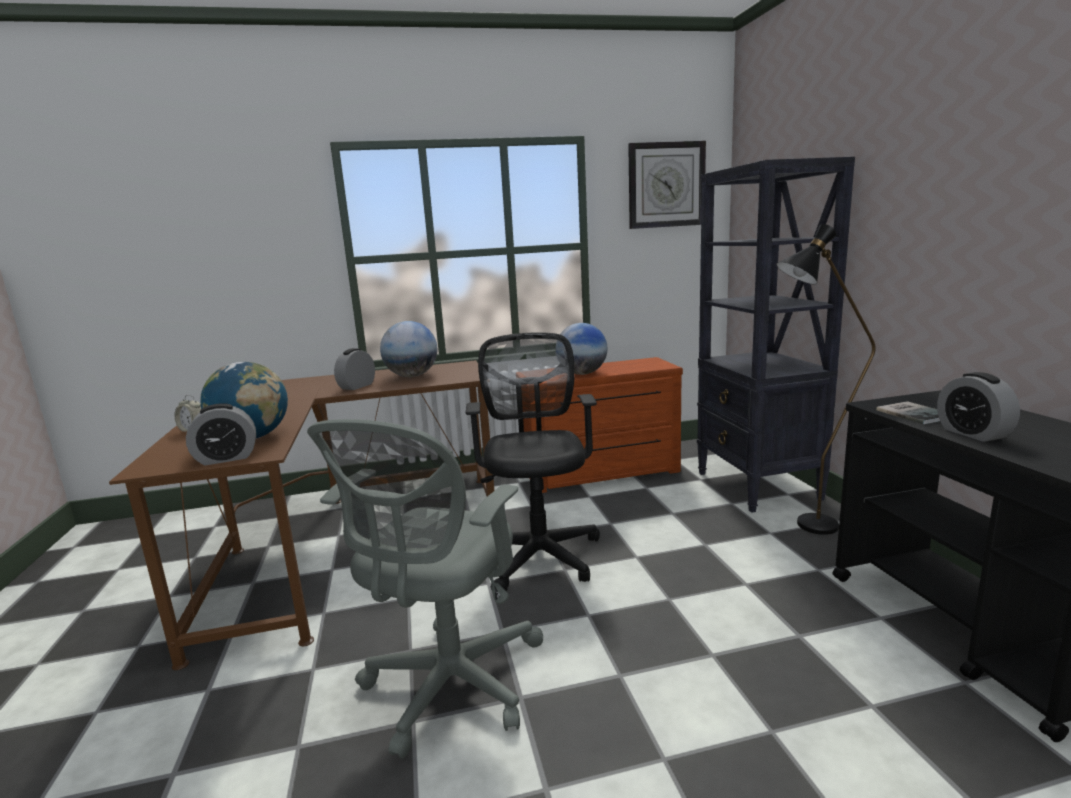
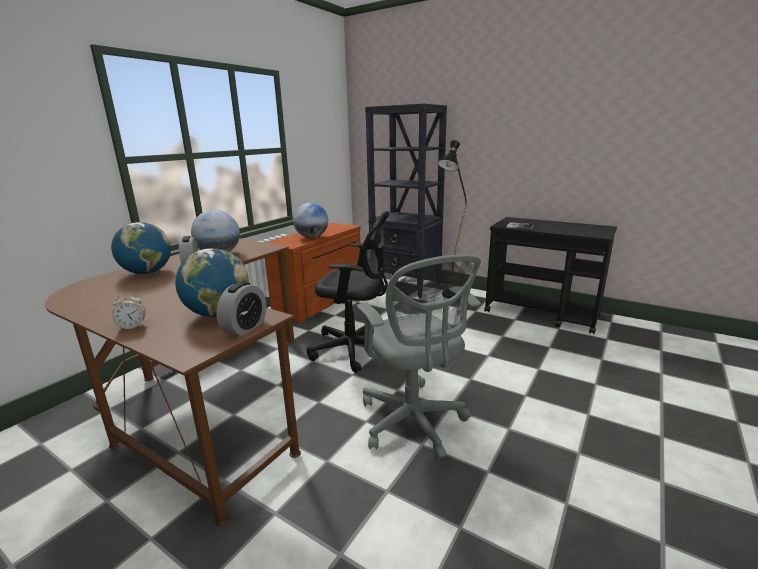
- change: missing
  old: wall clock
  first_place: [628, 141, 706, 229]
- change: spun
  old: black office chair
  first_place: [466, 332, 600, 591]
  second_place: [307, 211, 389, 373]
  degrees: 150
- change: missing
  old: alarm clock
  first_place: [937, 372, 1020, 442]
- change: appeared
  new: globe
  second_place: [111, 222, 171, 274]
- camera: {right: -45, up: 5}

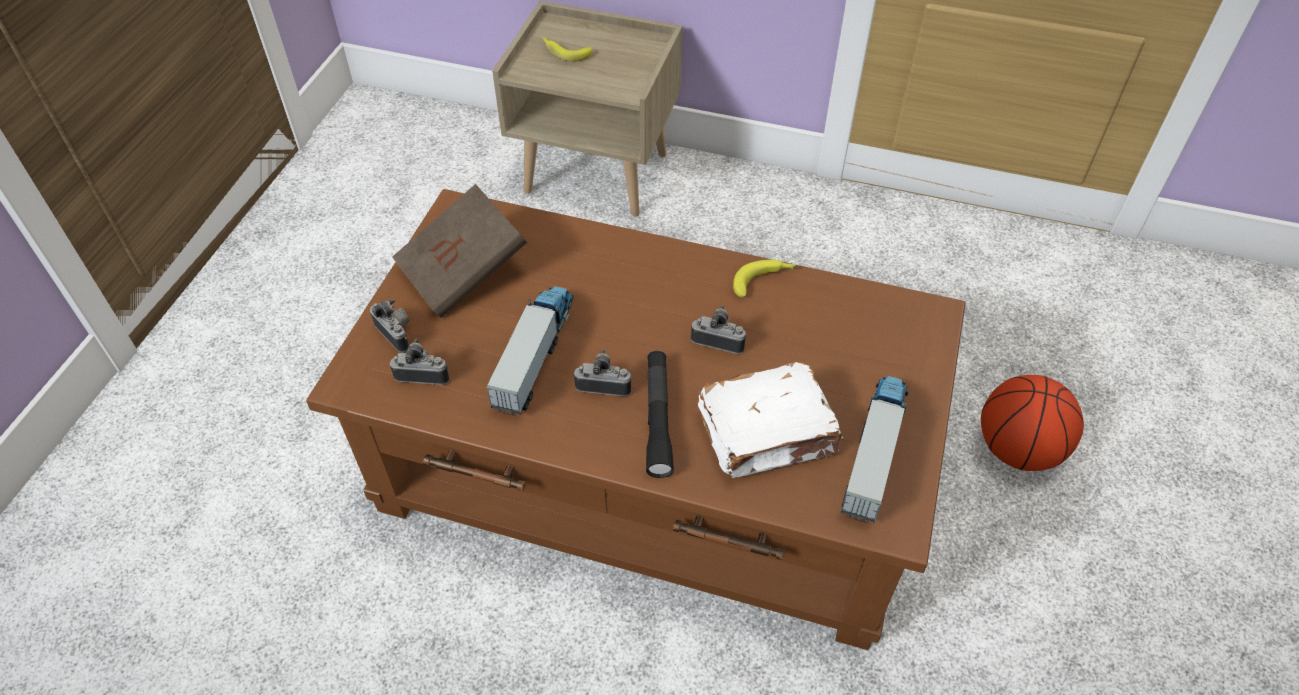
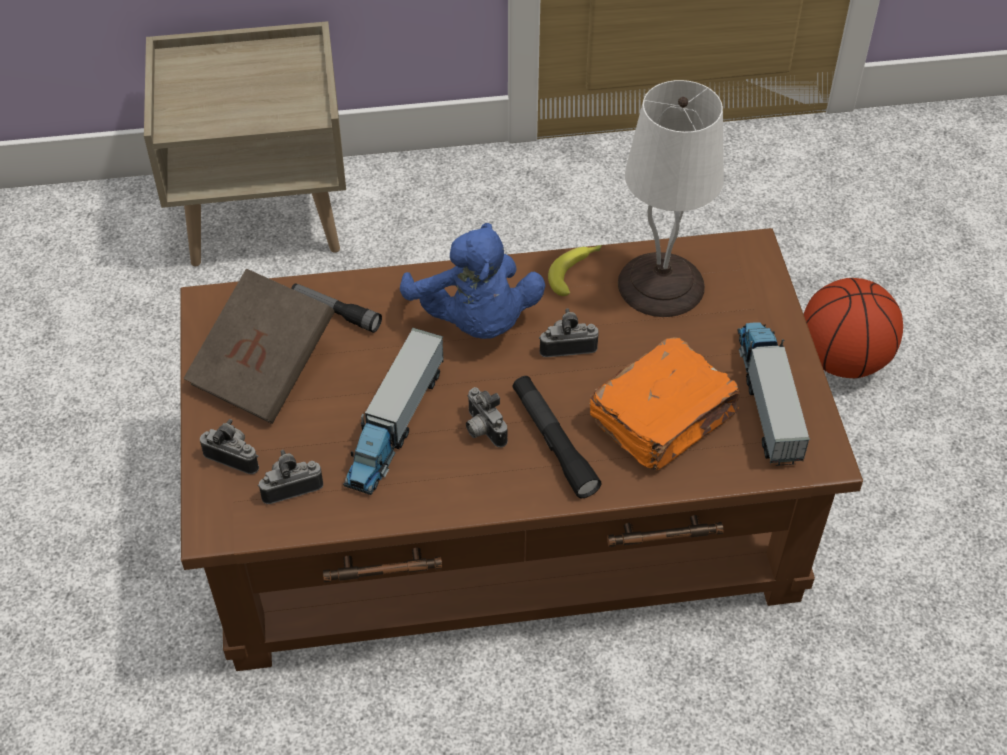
- change: missing
  old: banana
  first_place: [542, 37, 593, 62]
- change: spun
  old: toy truck
  first_place: [486, 287, 574, 416]
  second_place: [343, 328, 444, 495]
  degrees: -150
- change: spun
  old: photo camera
  first_place: [574, 349, 632, 396]
  second_place: [466, 387, 508, 447]
  degrees: -105
- change: colour
  old: white book
  new: orange book
  first_place: [698, 362, 843, 478]
  second_place: [589, 337, 741, 470]
- change: appeared
  new: white table lamp
  second_place: [618, 80, 724, 317]
- change: appeared
  new: blue plush toy
  second_place: [400, 223, 545, 339]
- change: appeared
  new: flashlight
  second_place: [291, 283, 382, 333]
- camera: {right: -25, up: 0}

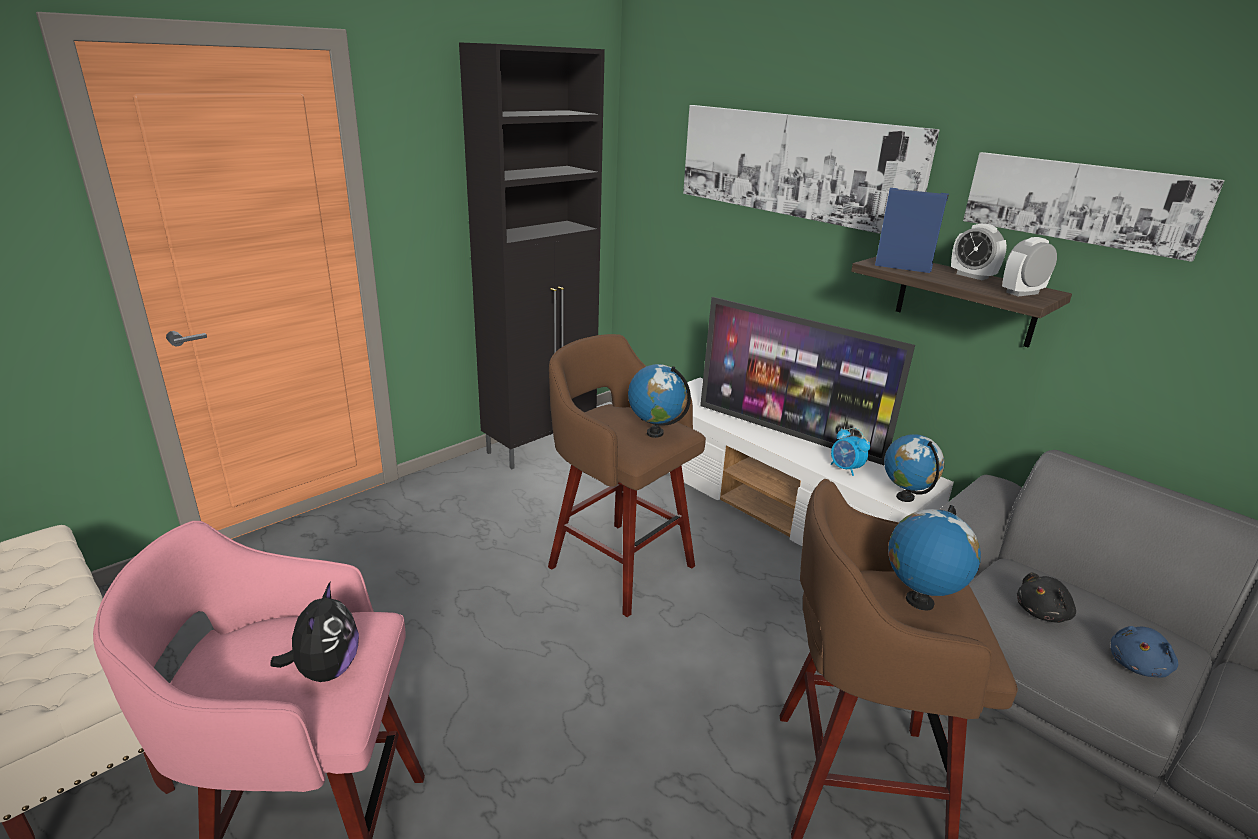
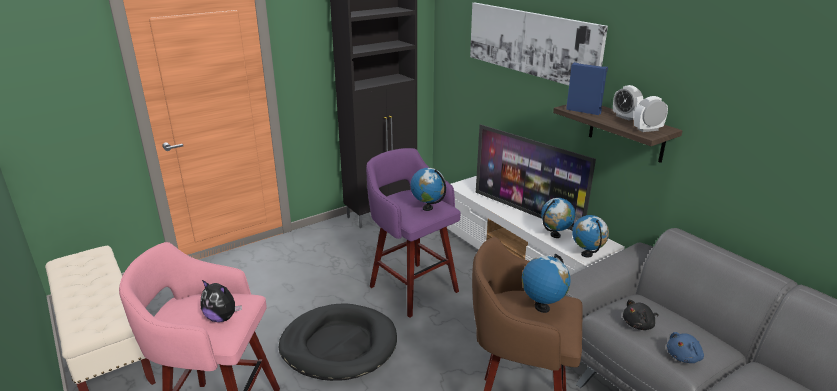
- change: missing
  old: picture
  first_place: [963, 152, 1225, 262]
- change: colour
  old: brown stool
  new: purple stool
  first_place: [548, 334, 706, 617]
  second_place: [366, 148, 461, 318]
- change: exchanged
  old: alarm clock
  new: globe
  first_place: [831, 428, 870, 476]
  second_place: [541, 198, 575, 238]
- change: spun
  old: plush toy
  first_place: [270, 582, 359, 682]
  second_place: [200, 280, 242, 322]
  degrees: 105
- change: appeared
  new: black dog bed
  second_place: [278, 303, 397, 381]
- camera: {right: 10, up: 0}

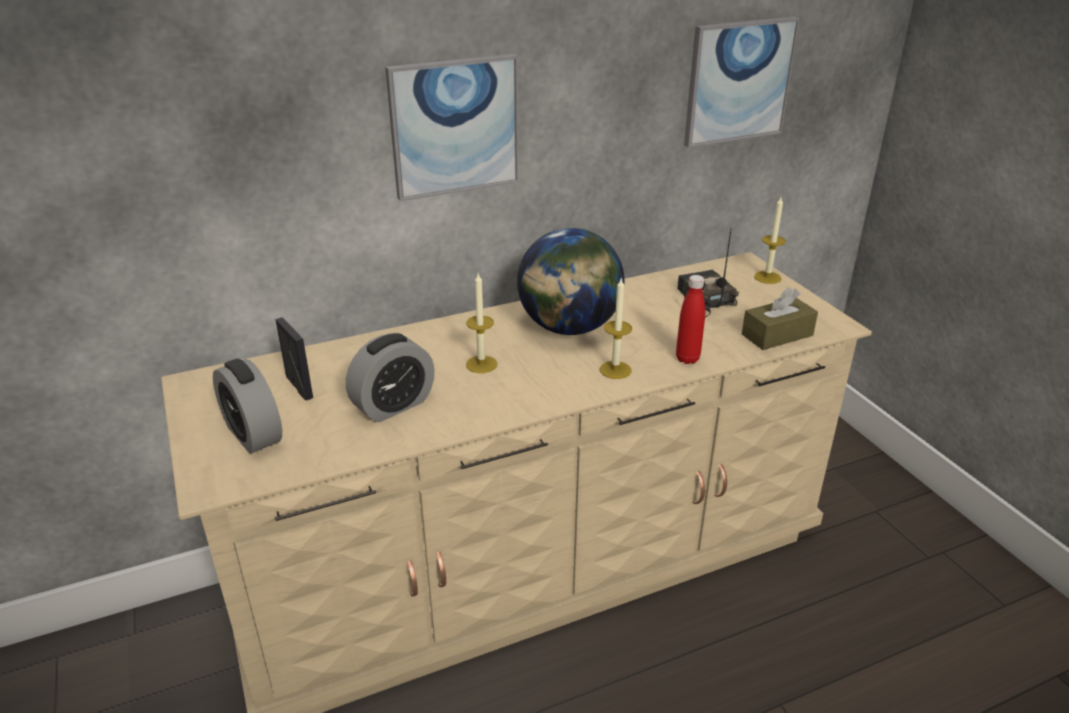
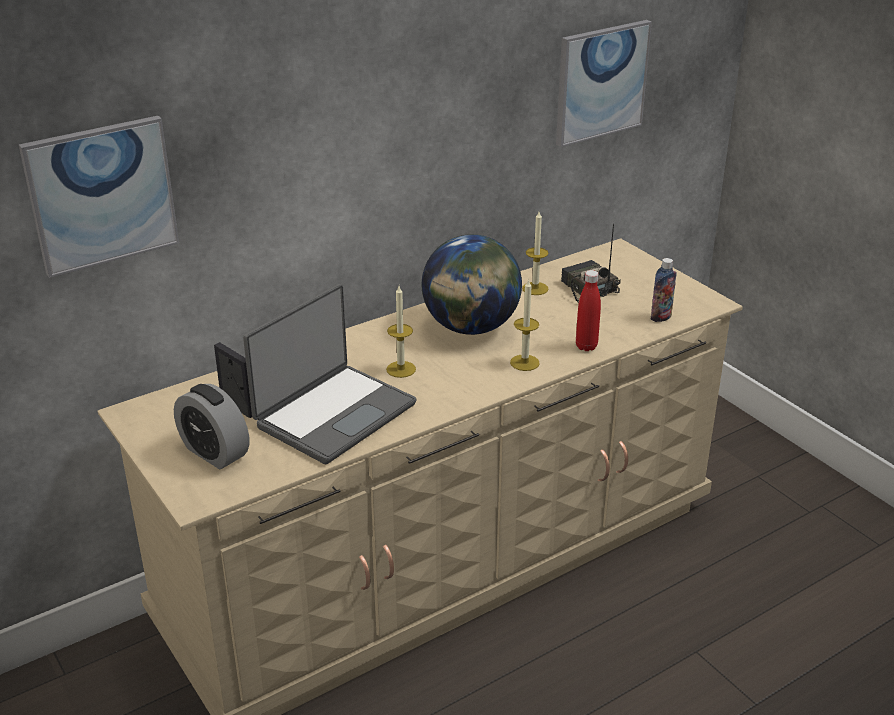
- change: relocated
  old: picture
  first_place: [385, 54, 519, 201]
  second_place: [19, 116, 179, 278]
- change: relocated
  old: candle
  first_place: [754, 197, 786, 284]
  second_place: [522, 212, 549, 295]
- change: exchanged
  old: brown tissue box
  new: bottle
  first_place: [742, 287, 818, 350]
  second_place: [651, 258, 677, 322]
- change: exchanged
  old: alarm clock
  new: laptop
  first_place: [346, 333, 435, 422]
  second_place: [243, 284, 417, 464]
- camera: {right: -10, up: 0}

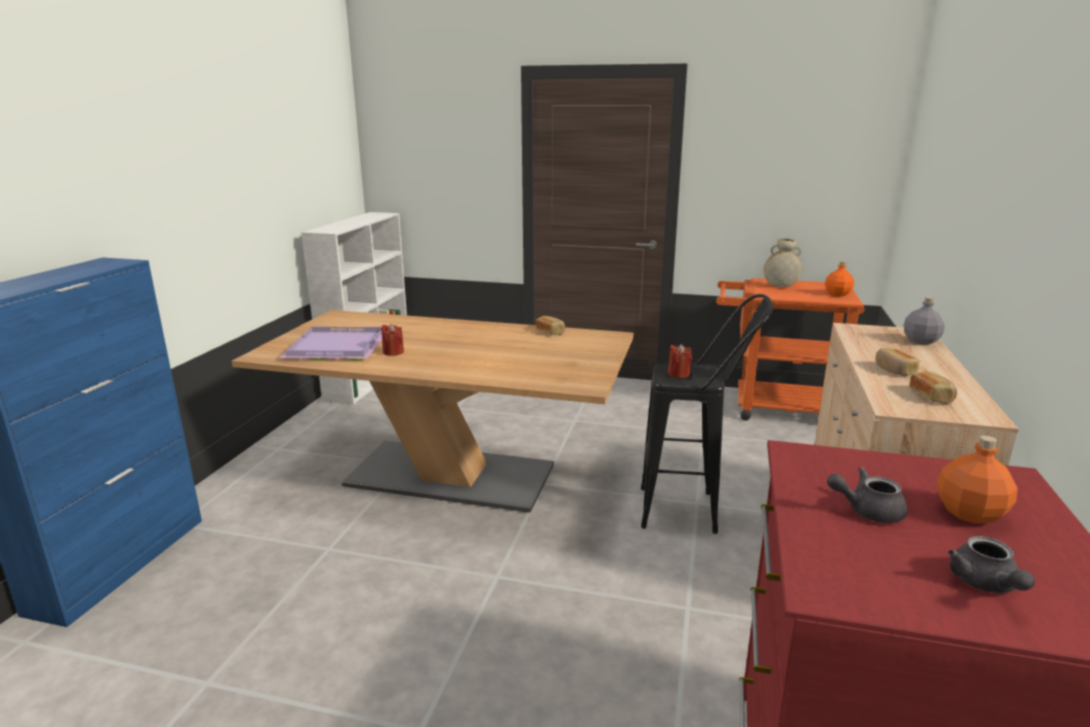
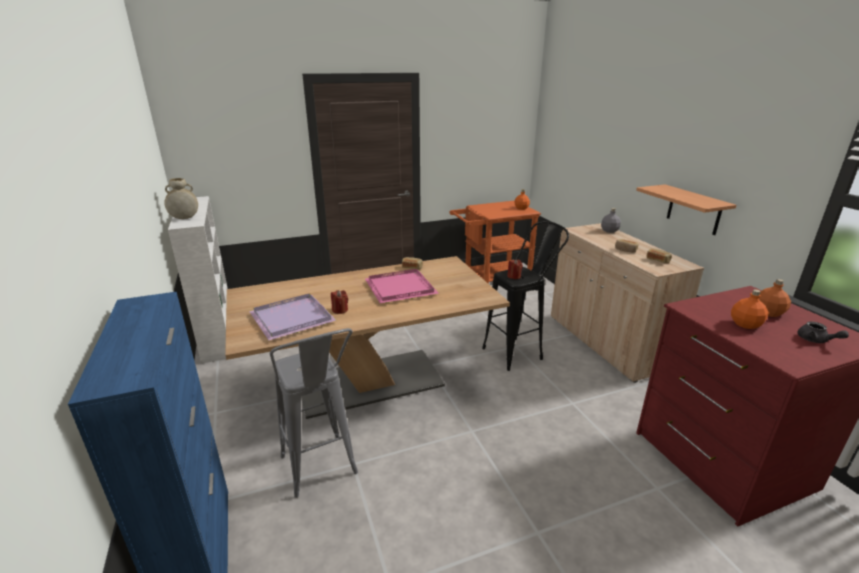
- change: relocated
  old: beige vase
  first_place: [763, 238, 802, 287]
  second_place: [164, 178, 198, 219]
- change: exchanged
  old: grey teapot
  new: orange bottle
  first_place: [827, 467, 908, 523]
  second_place: [731, 289, 769, 329]
- change: appeared
  new: shelf
  second_place: [636, 184, 736, 235]
- change: appeared
  new: pink tray
  second_place: [365, 269, 439, 303]
- change: appeared
  new: grey stool
  second_place: [270, 328, 358, 498]
- camera: {right: -35, up: 5}

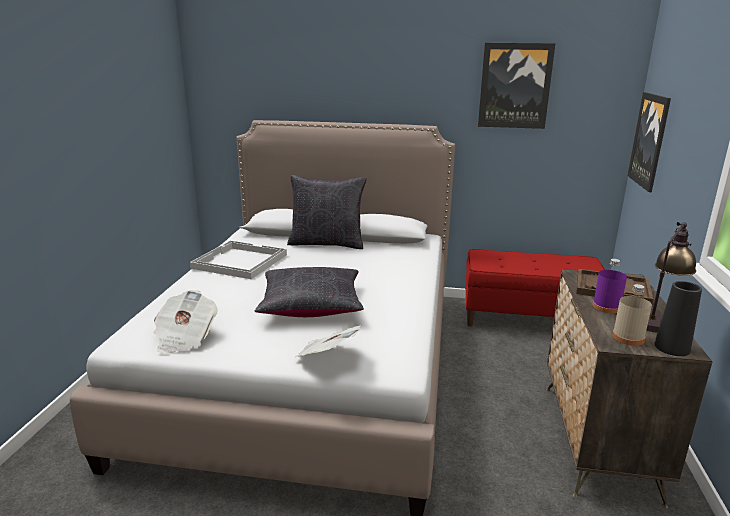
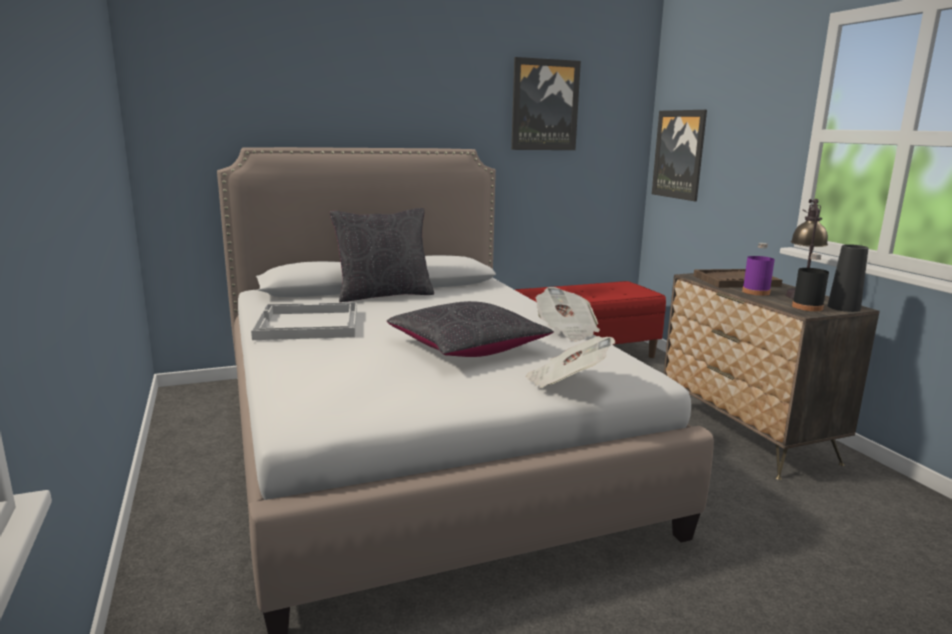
- change: colour
  old: beige bottle
  new: black bottle
  first_place: [612, 284, 652, 346]
  second_place: [792, 254, 829, 311]
- change: relocated
  old: newspaper
  first_place: [154, 290, 218, 354]
  second_place: [536, 287, 600, 342]
- camera: {right: -30, up: -5}

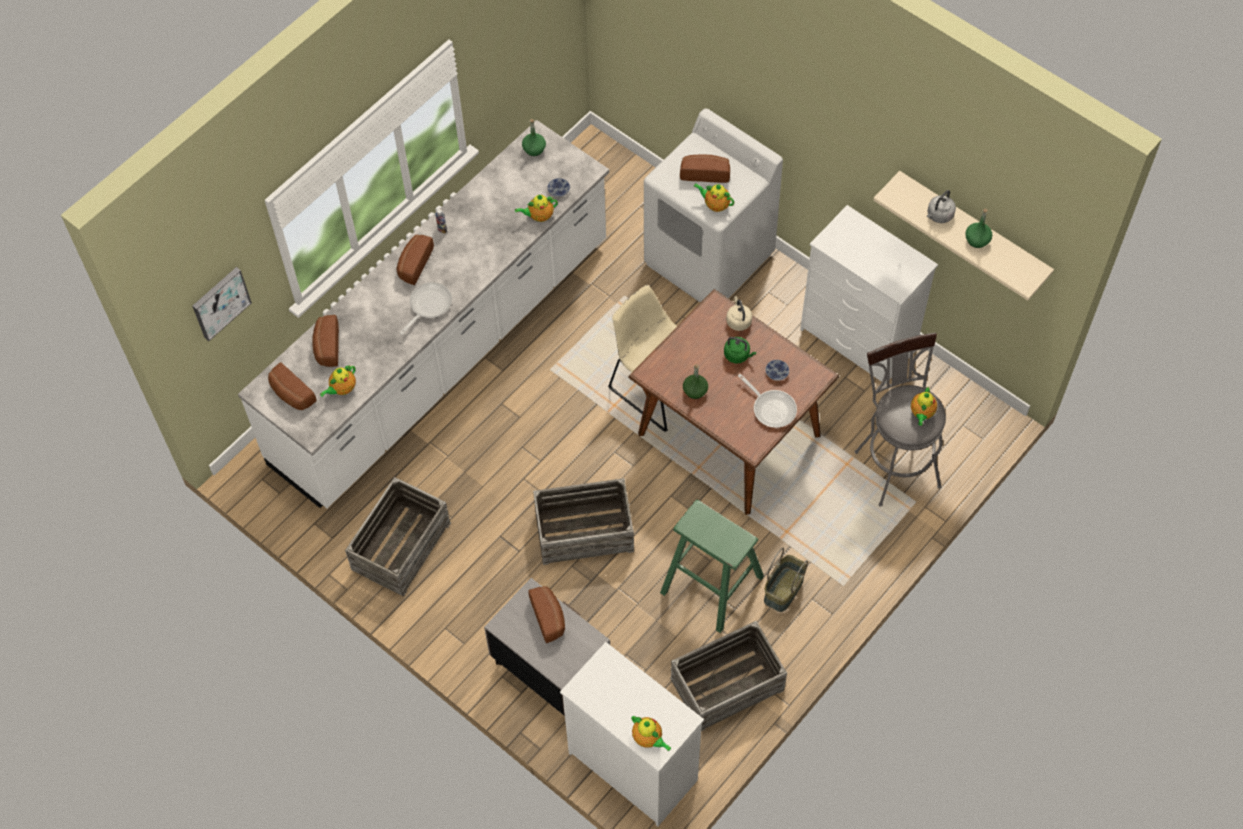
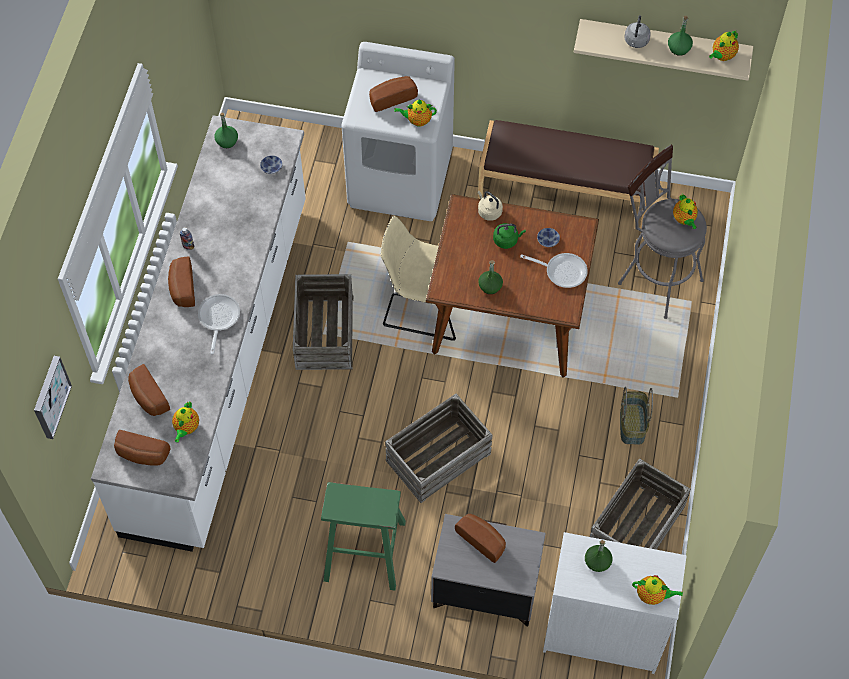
- change: relocated
  old: teapot
  first_place: [515, 195, 558, 222]
  second_place: [709, 31, 739, 61]
- change: exchanged
  old: white dresser
  new: brown bench
  first_place: [800, 205, 938, 387]
  second_place: [478, 120, 659, 229]
- change: relocated
  old: crate
  first_place: [345, 477, 451, 597]
  second_place: [293, 274, 354, 370]
- change: relocated
  old: green stool
  first_place: [660, 500, 764, 633]
  second_place: [321, 482, 406, 590]
- change: appeared
  new: green bottle
  second_place: [585, 540, 612, 572]
- camera: {right: -30, up: 0}

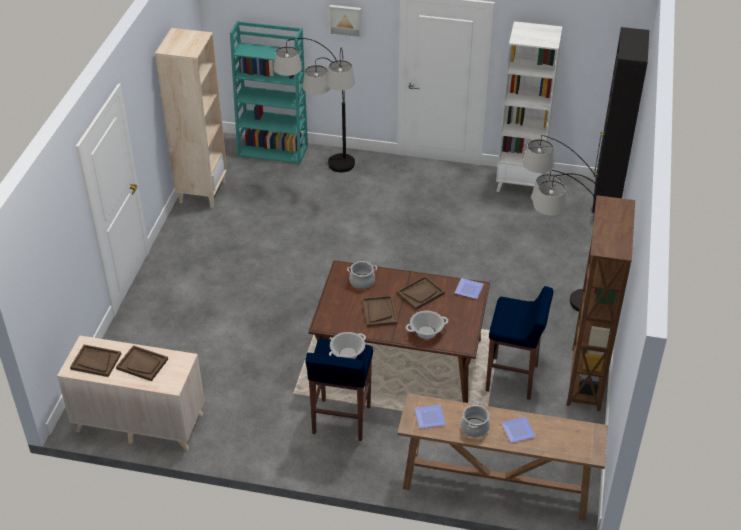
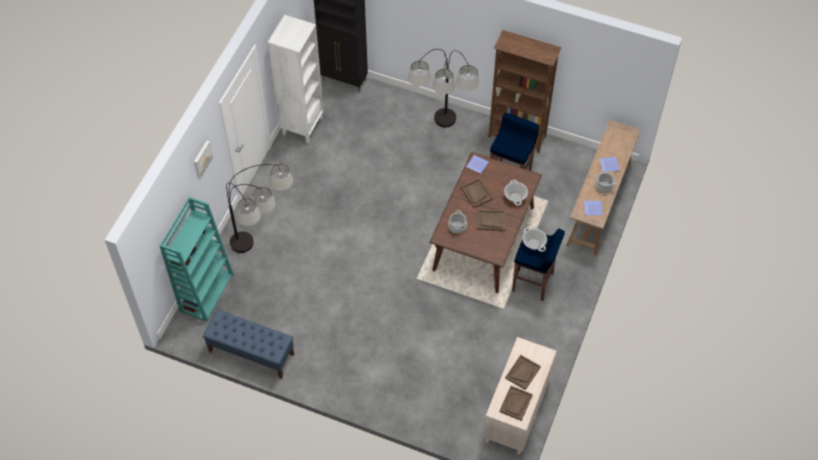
- change: exchanged
  old: beige bookcase
  new: blue bench
  first_place: [155, 28, 227, 208]
  second_place: [203, 309, 294, 379]
- camera: {right: -80, up: 15}

